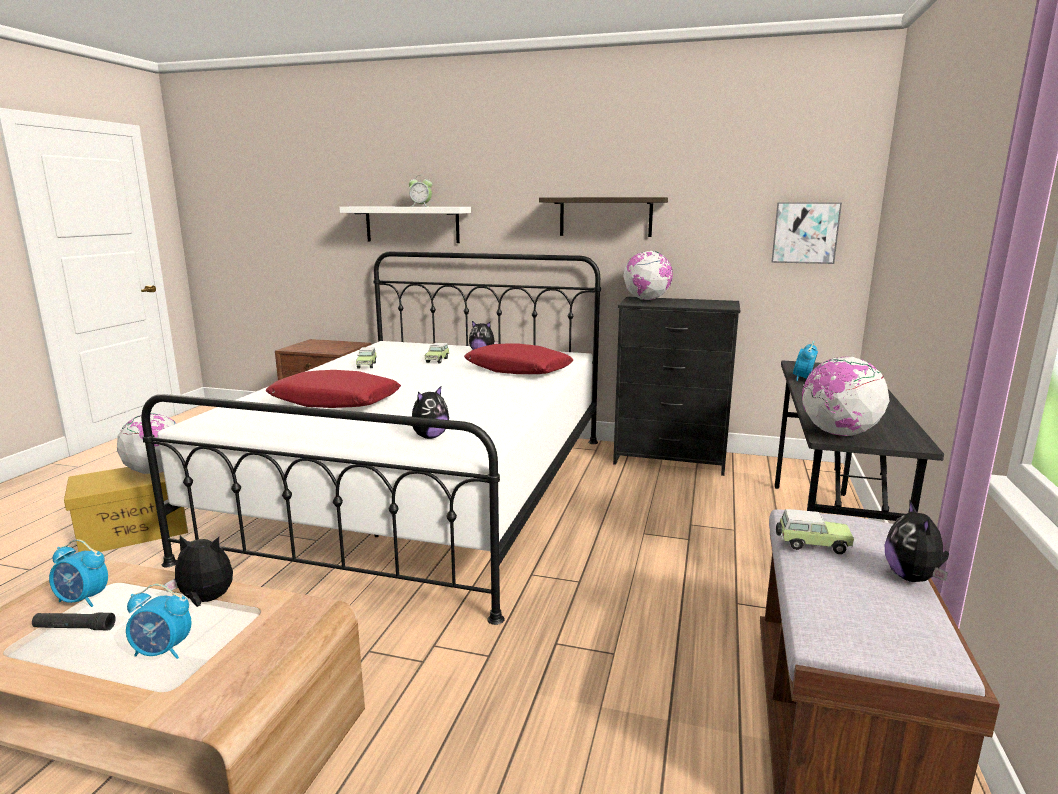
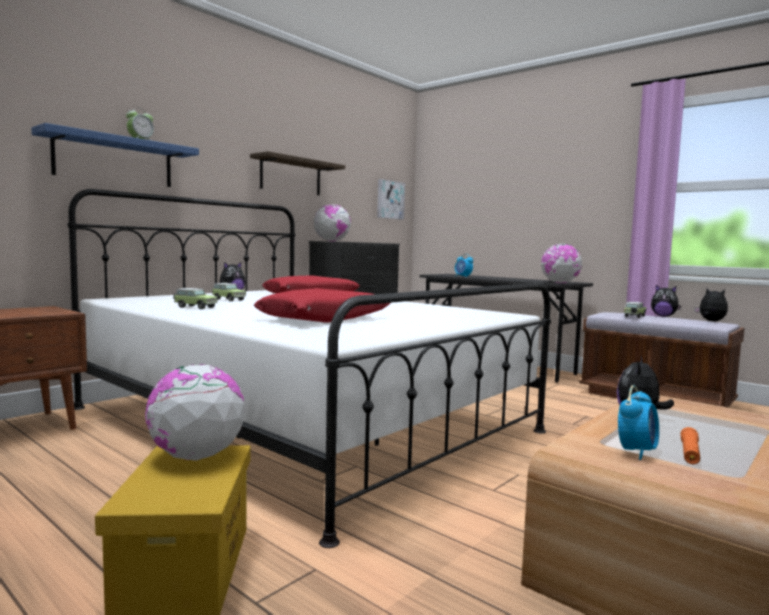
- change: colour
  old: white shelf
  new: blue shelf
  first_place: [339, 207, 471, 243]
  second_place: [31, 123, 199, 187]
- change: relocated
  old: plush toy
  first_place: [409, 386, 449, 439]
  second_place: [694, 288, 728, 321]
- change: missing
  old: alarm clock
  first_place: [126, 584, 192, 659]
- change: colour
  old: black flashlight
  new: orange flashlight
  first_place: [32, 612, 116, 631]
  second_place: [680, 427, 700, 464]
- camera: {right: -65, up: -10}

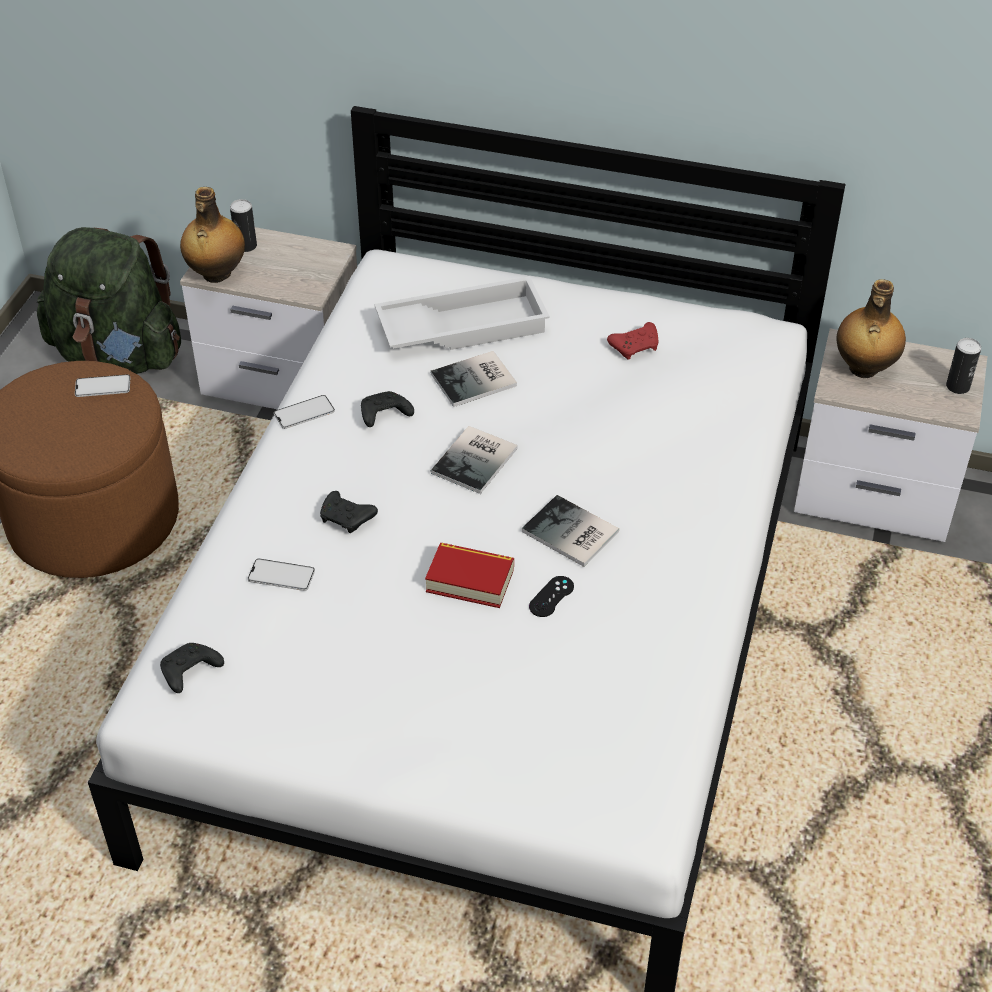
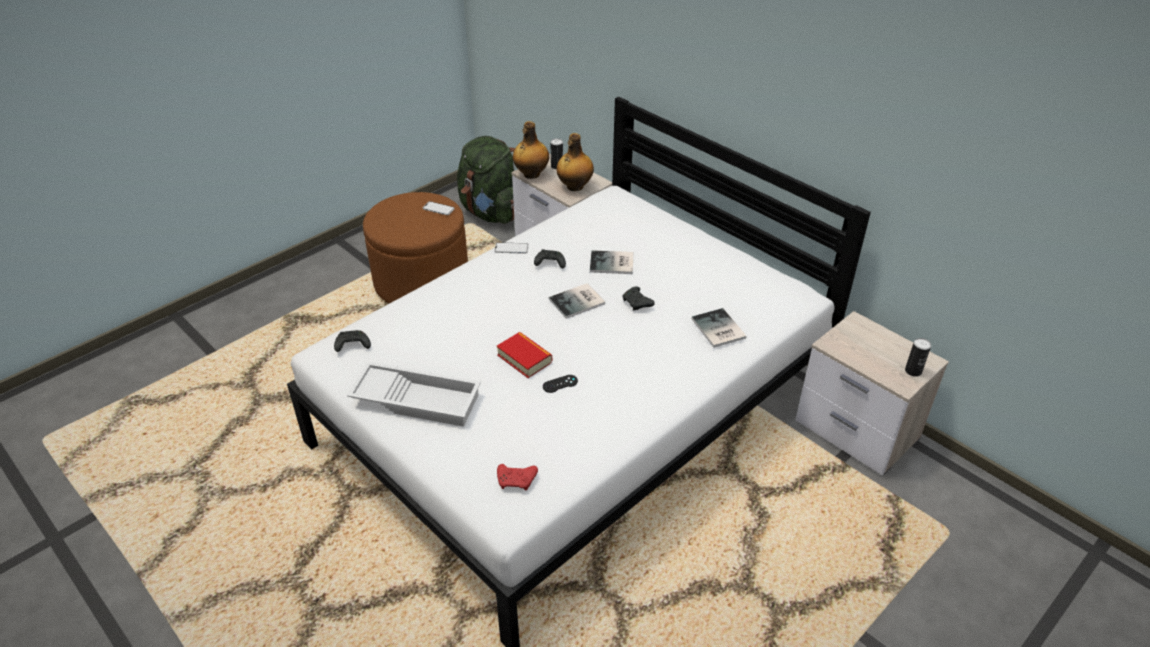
- change: relocated
  old: white tray
  first_place: [374, 276, 550, 350]
  second_place: [347, 362, 481, 427]
- change: relocated
  old: bottle
  first_place: [836, 279, 906, 378]
  second_place: [556, 133, 594, 191]
- change: relocated
  old: red game controller
  first_place: [607, 322, 658, 360]
  second_place: [497, 464, 538, 491]
- change: relocated
  old: black game controller
  first_place: [320, 491, 378, 533]
  second_place: [622, 287, 655, 310]
- change: relocated
  old: book
  first_place: [522, 495, 619, 567]
  second_place: [692, 308, 746, 348]
- change: missing
  old: phone
  first_place: [248, 559, 315, 591]
- camera: {right: 30, up: -5}

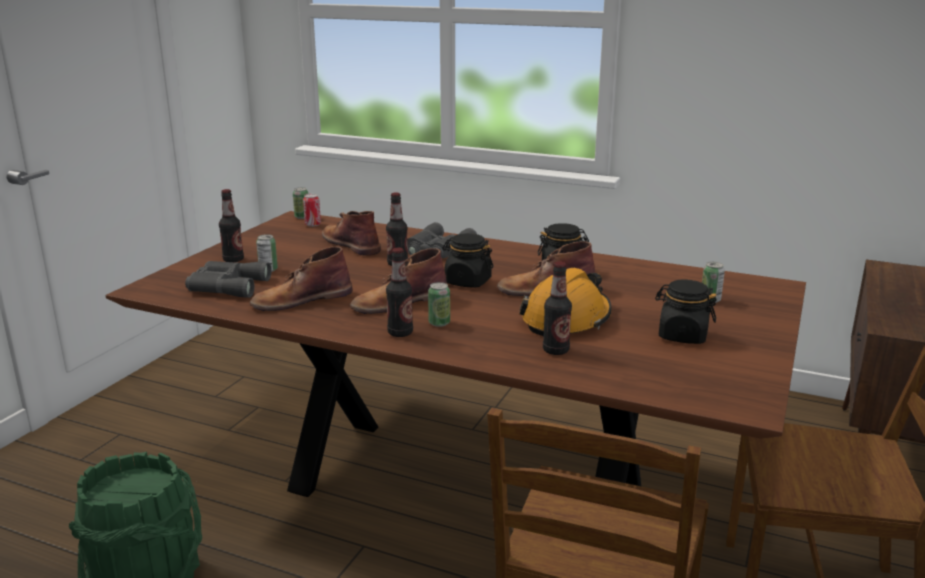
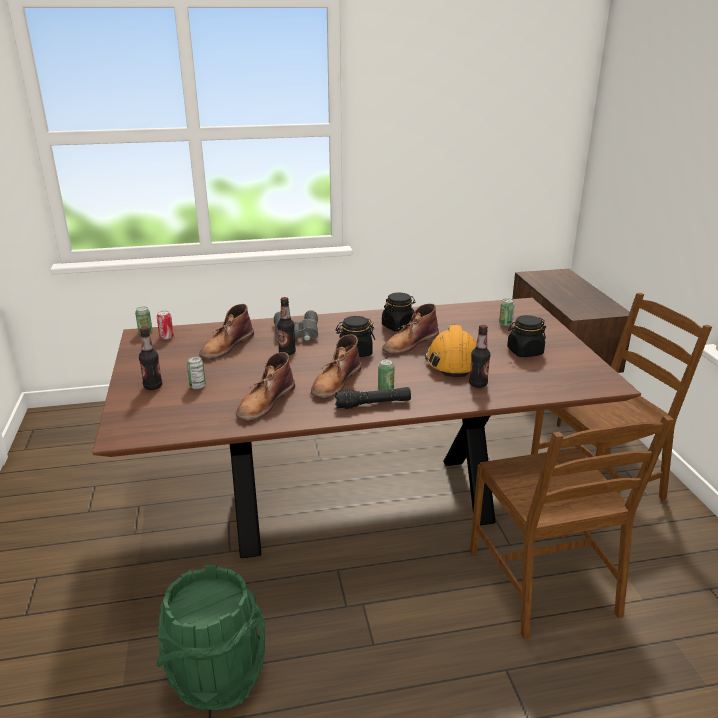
- change: spun
  old: brown boot
  first_place: [322, 211, 381, 256]
  second_place: [199, 304, 254, 359]
  degrees: -75
- change: exchanged
  old: bottle
  new: black flashlight
  first_place: [386, 248, 413, 337]
  second_place: [335, 387, 411, 409]
- change: missing
  old: grey binoculars
  first_place: [185, 261, 272, 298]
- camera: {right: -35, up: 5}

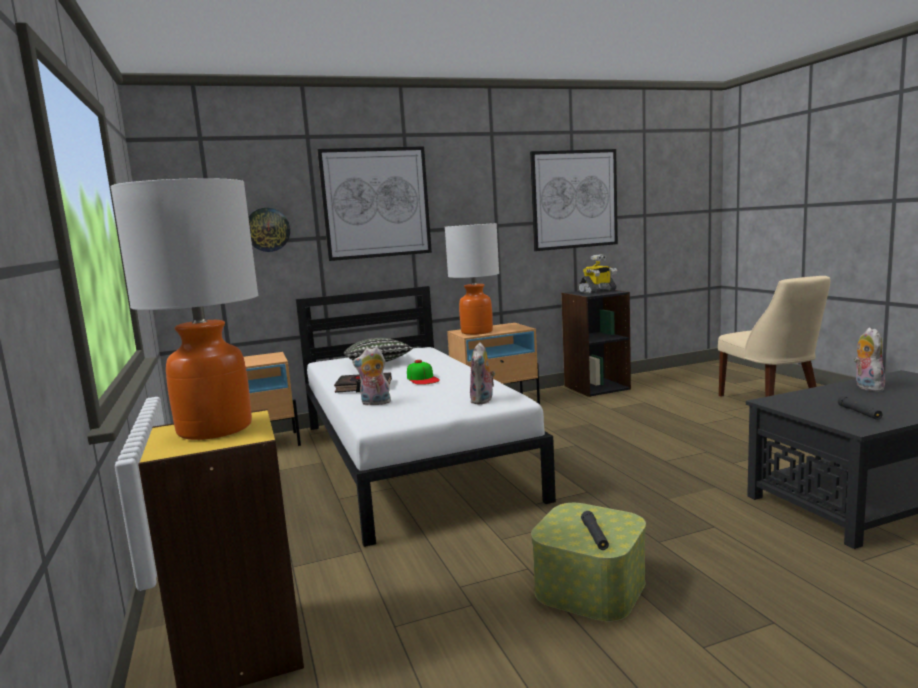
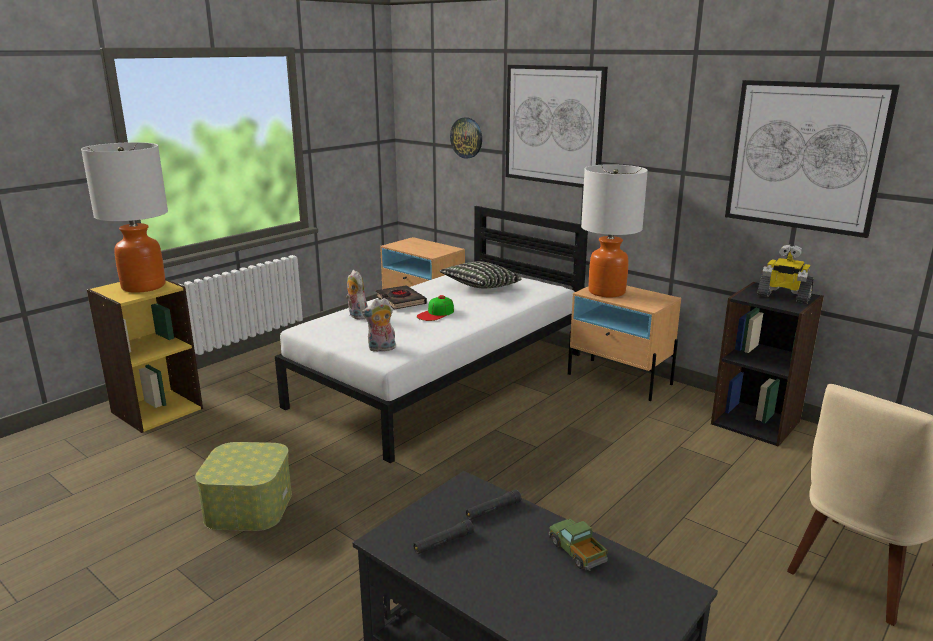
- change: exchanged
  old: plush toy
  new: toy truck
  first_place: [854, 328, 885, 391]
  second_place: [549, 519, 608, 571]
- change: relocated
  old: black flashlight
  first_place: [581, 511, 609, 550]
  second_place: [466, 489, 521, 520]
- camera: {right: 60, up: 10}

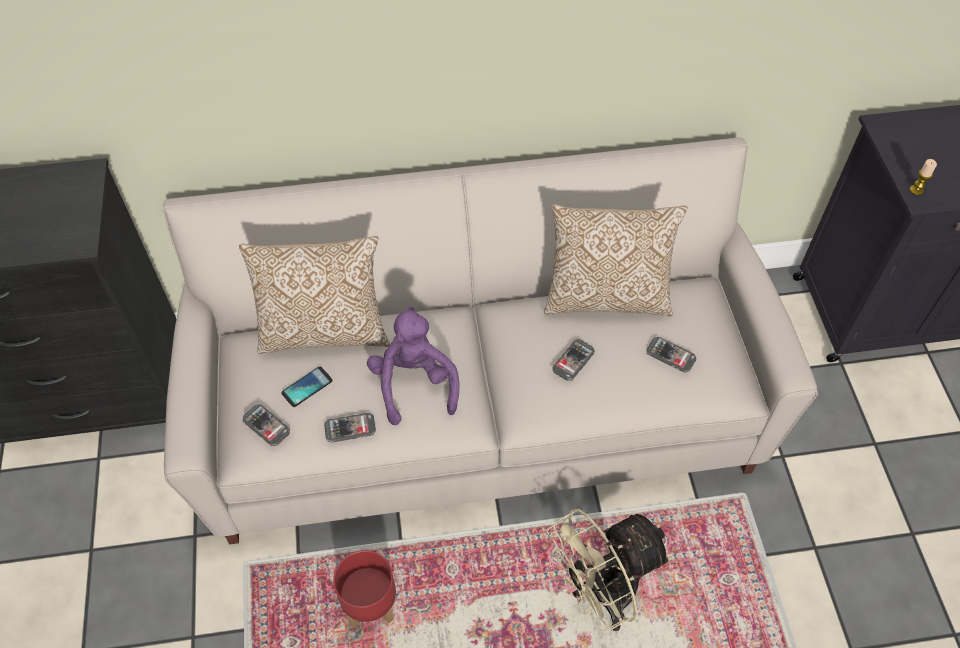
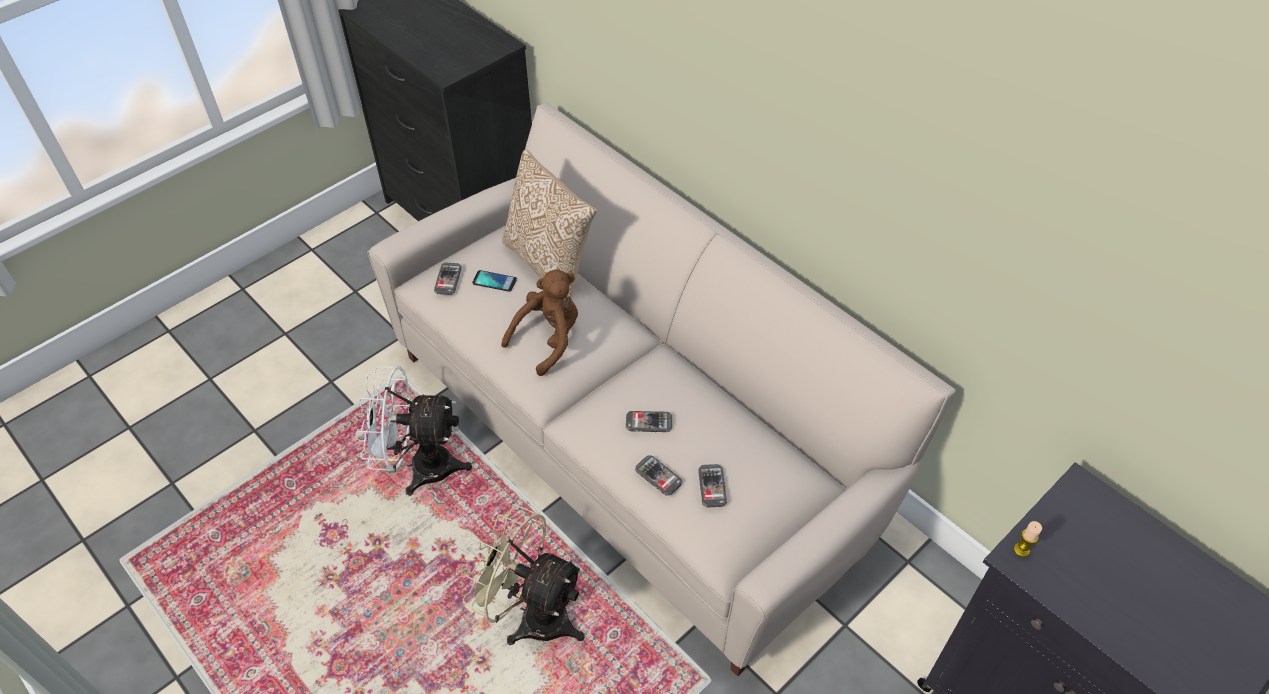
- change: missing
  old: pillow
  first_place: [544, 204, 688, 316]
- change: colour
  old: purple plush toy
  new: brown plush toy
  first_place: [367, 306, 460, 425]
  second_place: [501, 270, 578, 376]
- change: relocated
  old: phone
  first_place: [324, 413, 376, 443]
  second_place: [635, 455, 682, 496]
- change: exchanged
  old: red planter
  new: white fan
  first_place: [333, 550, 396, 628]
  second_place: [357, 366, 472, 496]
- camera: {right: 55, up: -5}

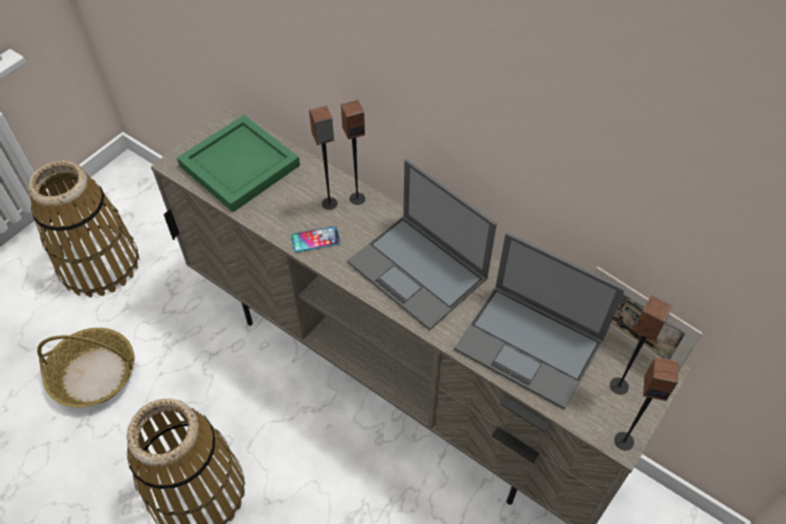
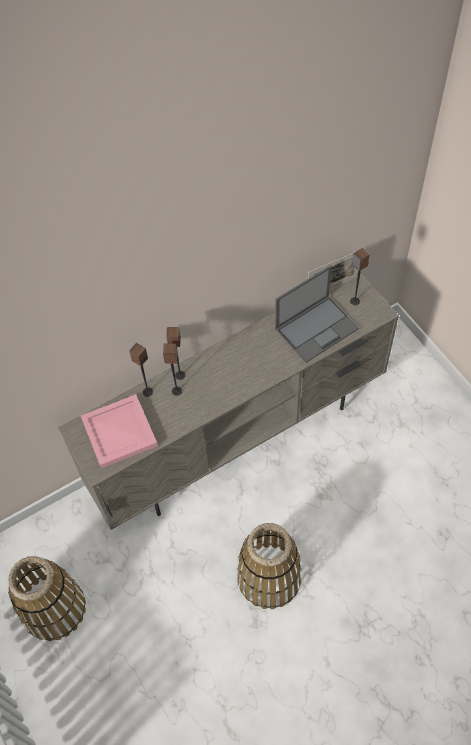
- change: colour
  old: green tray
  new: pink tray
  first_place: [177, 115, 300, 212]
  second_place: [81, 394, 158, 469]
- change: missing
  old: laptop
  first_place: [347, 159, 497, 330]
- change: missing
  old: phone
  first_place: [291, 226, 341, 252]
- change: missing
  old: basket
  first_place: [37, 328, 134, 407]
- change: relocated
  old: speaker
  first_place: [614, 357, 678, 451]
  second_place: [129, 343, 153, 397]
- camera: {right: -65, up: 5}

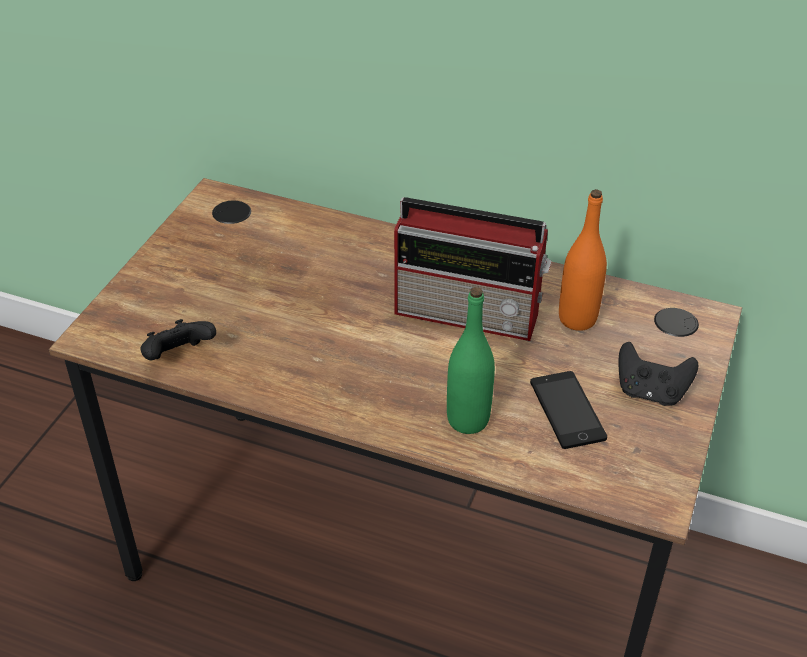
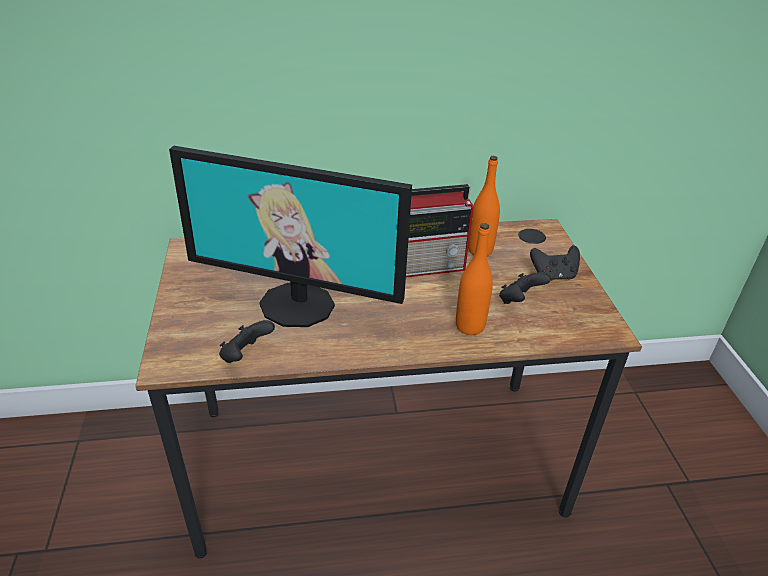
- change: colour
  old: green bottle
  new: orange bottle
  first_place: [447, 287, 495, 434]
  second_place: [456, 223, 493, 335]
- change: exchanged
  old: phone
  new: black game controller
  first_place: [530, 371, 607, 449]
  second_place: [499, 272, 551, 304]
- change: appeared
  new: monitor
  second_place: [169, 146, 412, 327]
- camera: {right: -30, up: -5}

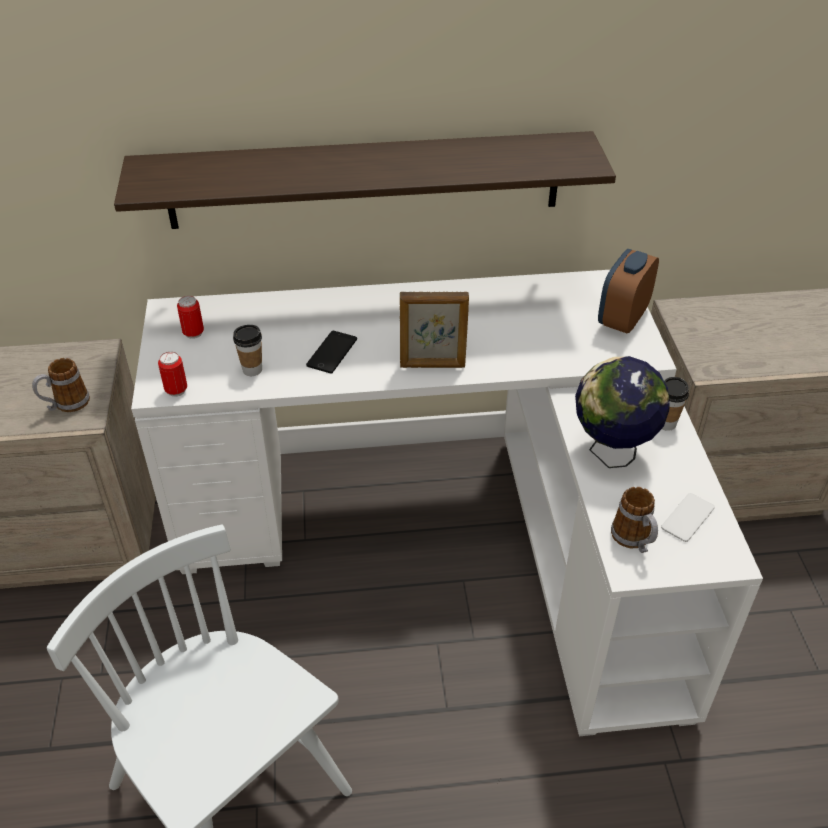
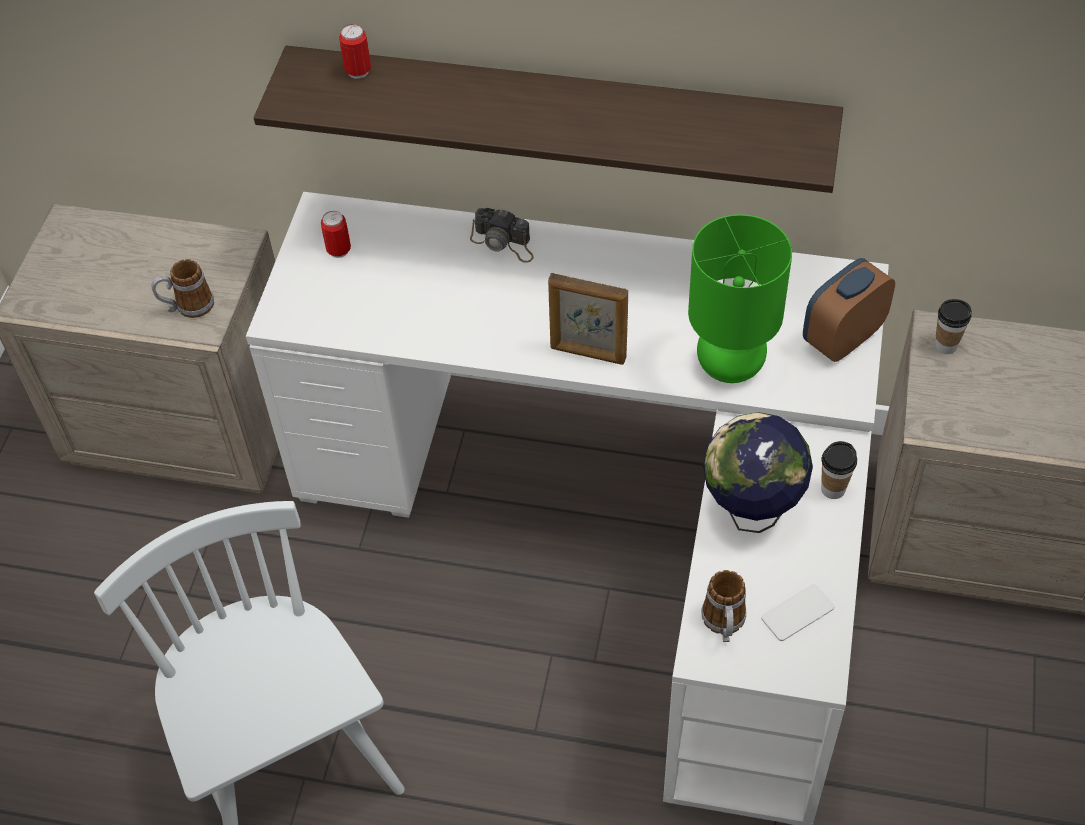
- change: relocated
  old: cup
  first_place: [233, 325, 262, 376]
  second_place: [935, 299, 972, 354]
- change: missing
  old: phone
  first_place: [306, 331, 357, 373]
- change: relocated
  old: can
  first_place: [158, 352, 187, 397]
  second_place: [339, 24, 371, 79]
- change: appeared
  new: photo camera
  second_place: [470, 208, 534, 263]
- change: appeared
  new: green table lamp
  second_place: [688, 214, 792, 383]
- camera: {right: 20, up: 10}

